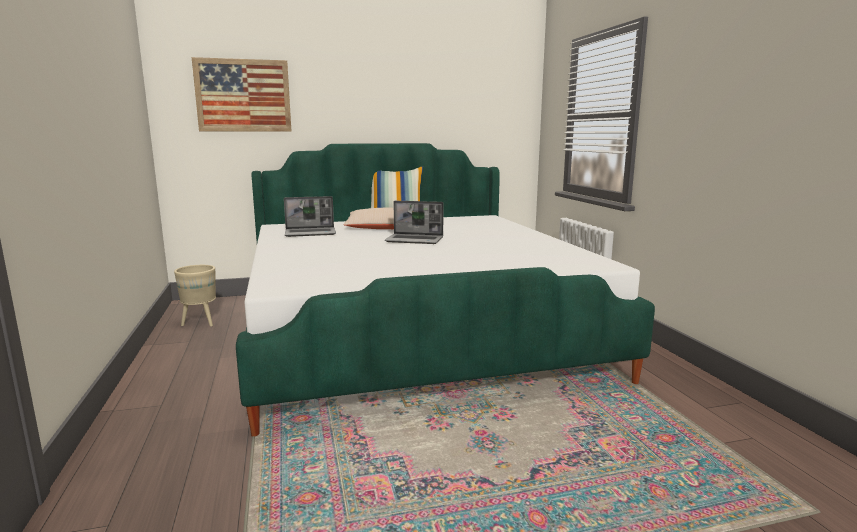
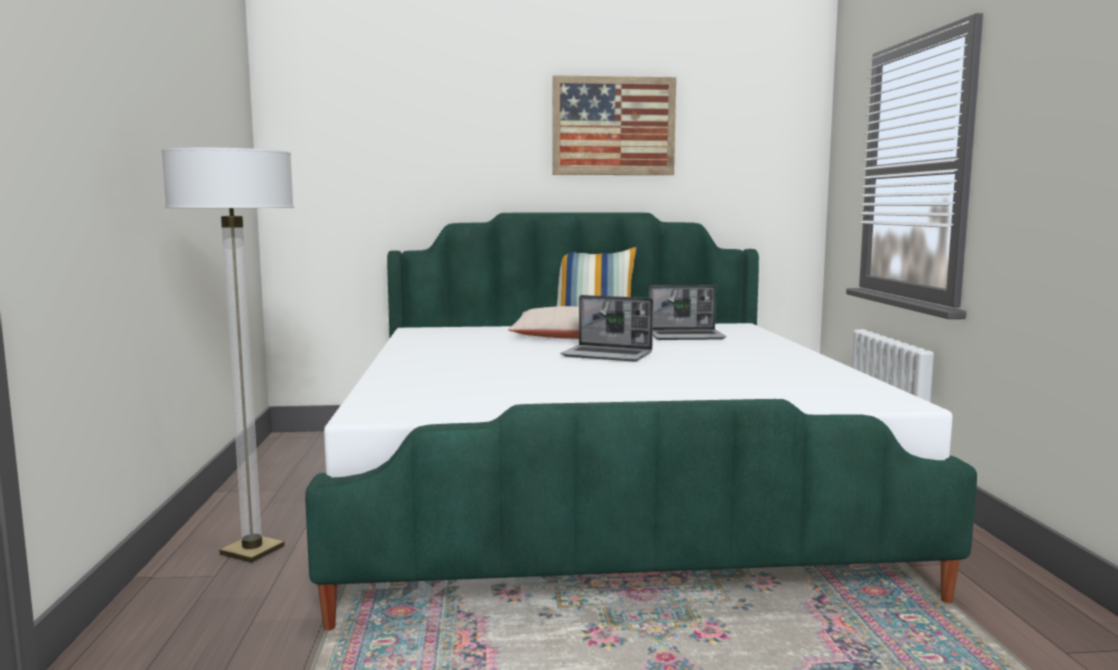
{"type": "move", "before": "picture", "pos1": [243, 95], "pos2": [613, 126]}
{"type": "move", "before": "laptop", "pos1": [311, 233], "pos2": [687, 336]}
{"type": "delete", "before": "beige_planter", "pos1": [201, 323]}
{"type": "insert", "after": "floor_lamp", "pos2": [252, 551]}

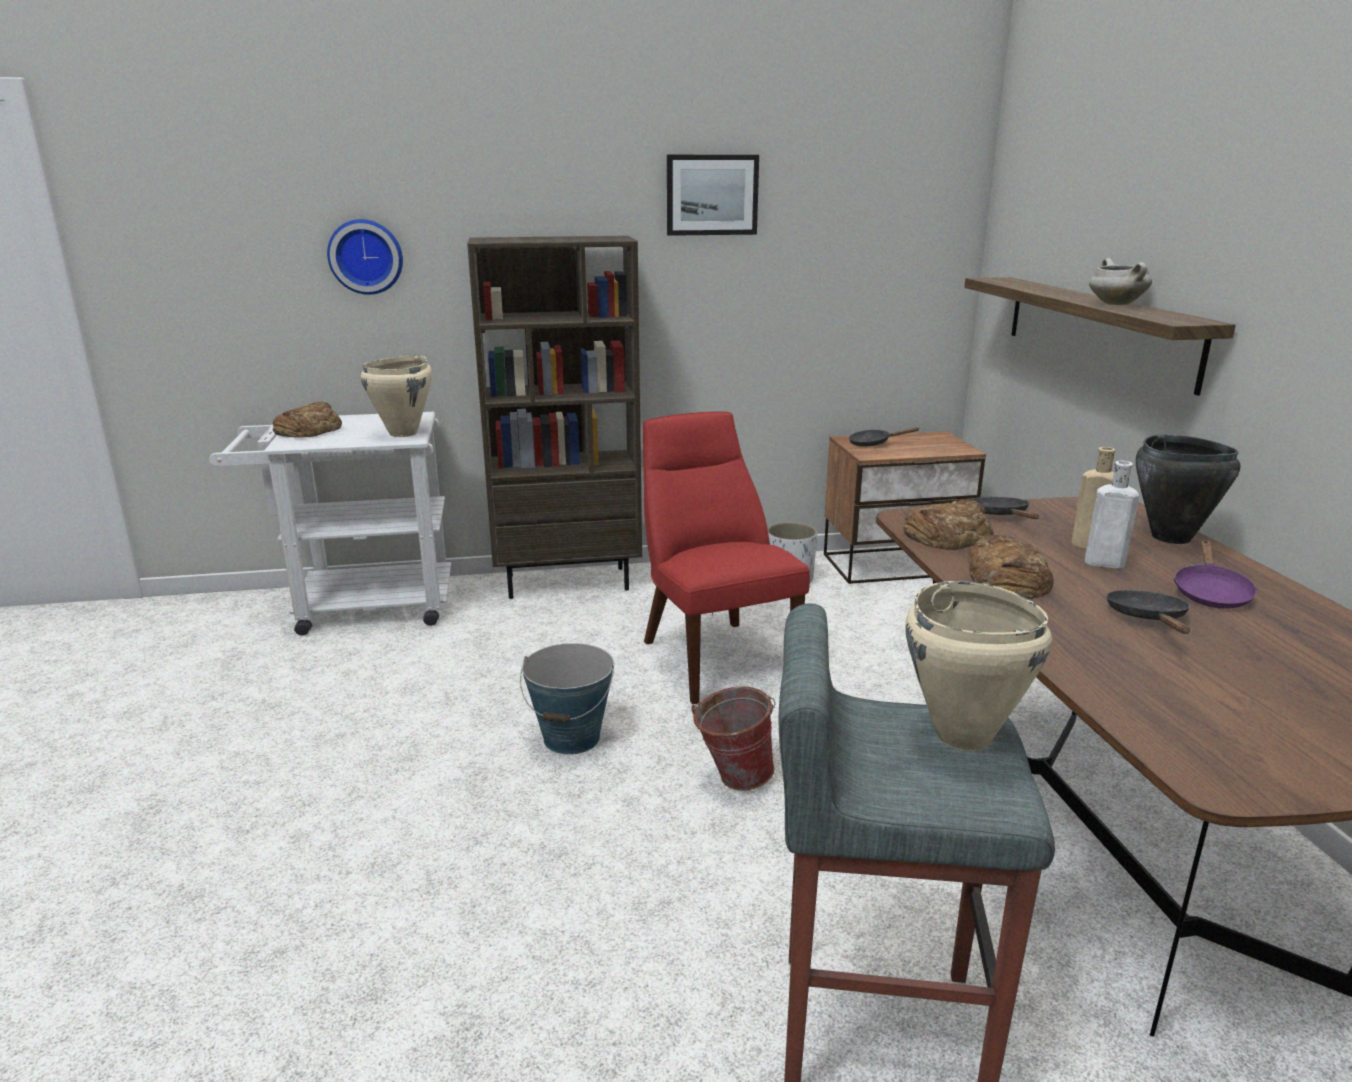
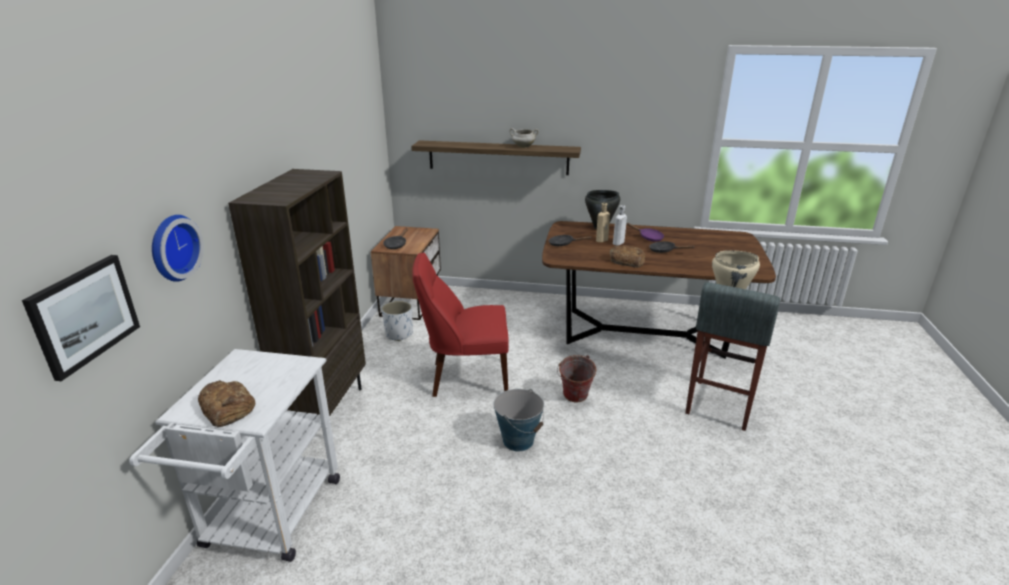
{"type": "move", "before": "picture", "pos1": [712, 195], "pos2": [84, 314]}
{"type": "delete", "before": "beige_cooking_pot", "pos1": [404, 433]}
{"type": "delete", "before": "bread", "pos1": [948, 535]}

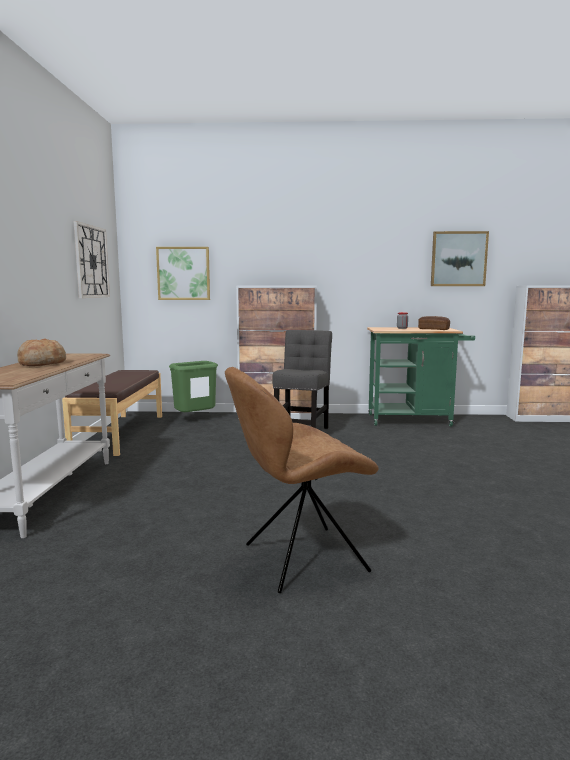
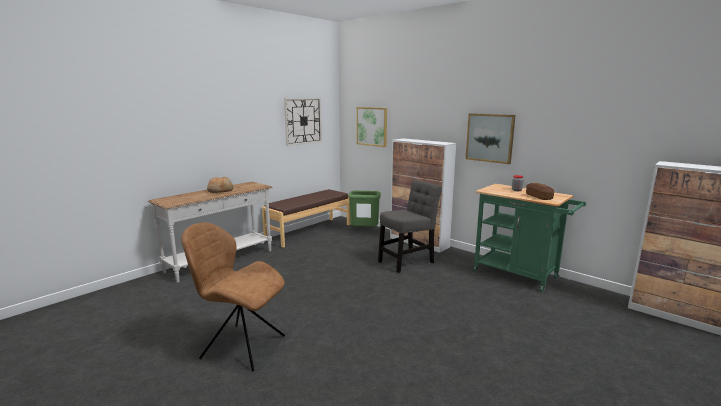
{"type": "move", "before": "picture", "pos1": [458, 259], "pos2": [490, 138]}

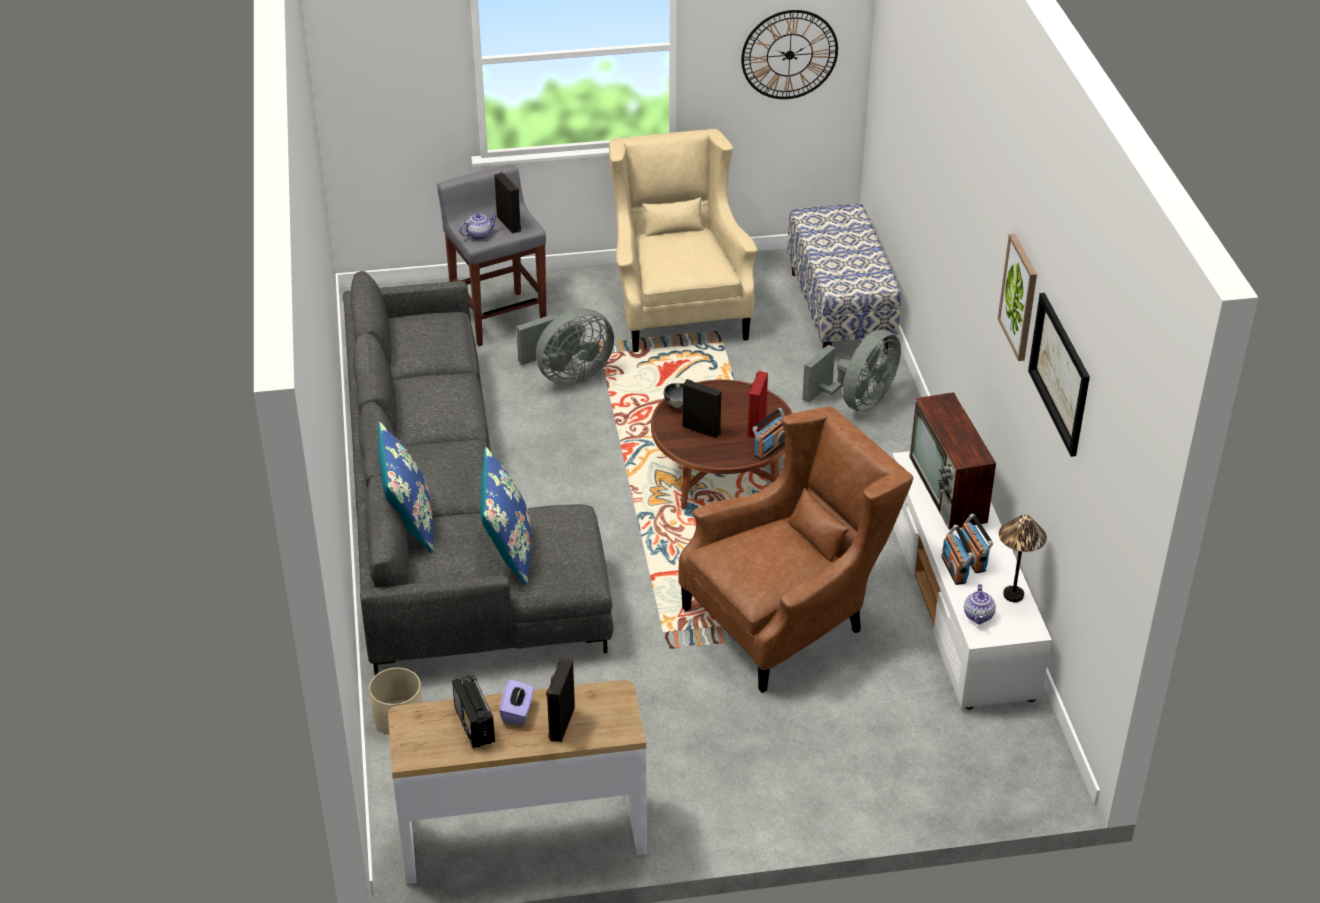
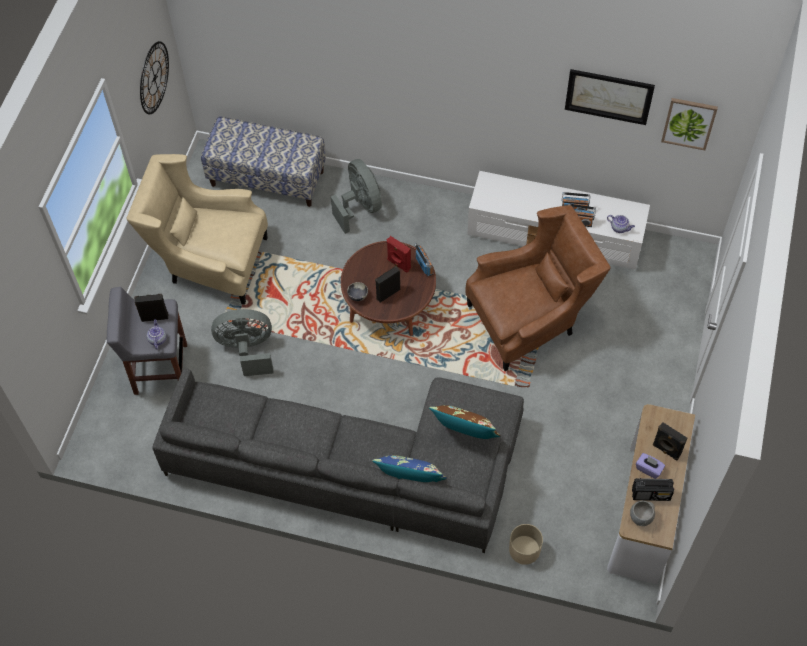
{"type": "move", "before": "picture", "pos1": [1019, 297], "pos2": [689, 123]}
{"type": "rotate", "before": "grey_fan", "pos1": [568, 375], "pos2": [247, 350], "turn": -90}
{"type": "delete", "before": "television", "pos1": [949, 490]}
{"type": "rotate", "before": "brown_armchair", "pos1": [788, 618], "pos2": [530, 319], "turn": 75}
{"type": "recolor", "before": "blue_pillow", "after": "brown_pillow", "pos1": [508, 551], "pos2": [464, 435]}
{"type": "delete", "before": "table_lamp", "pos1": [1012, 595]}
{"type": "insert", "after": "grey_bowl", "pos2": [641, 518]}

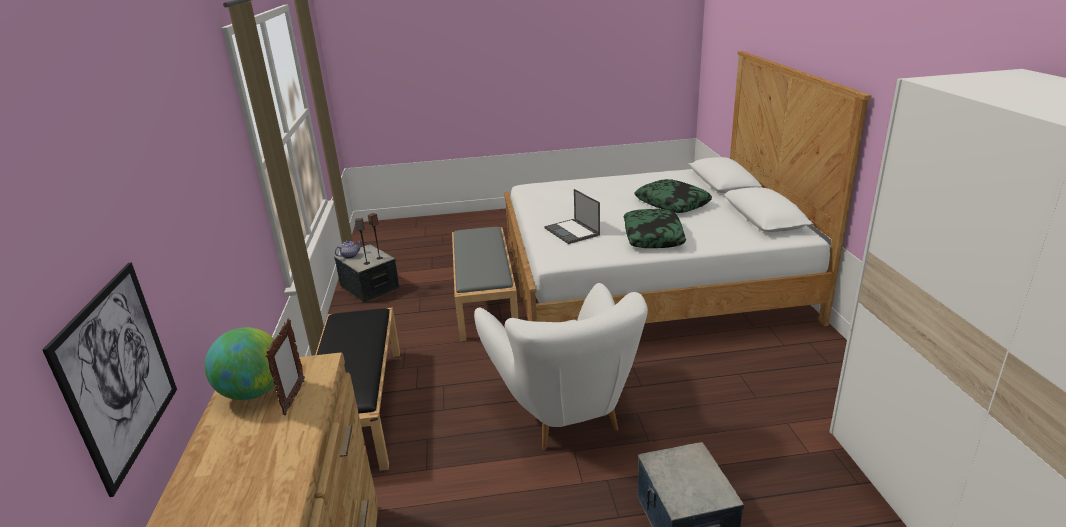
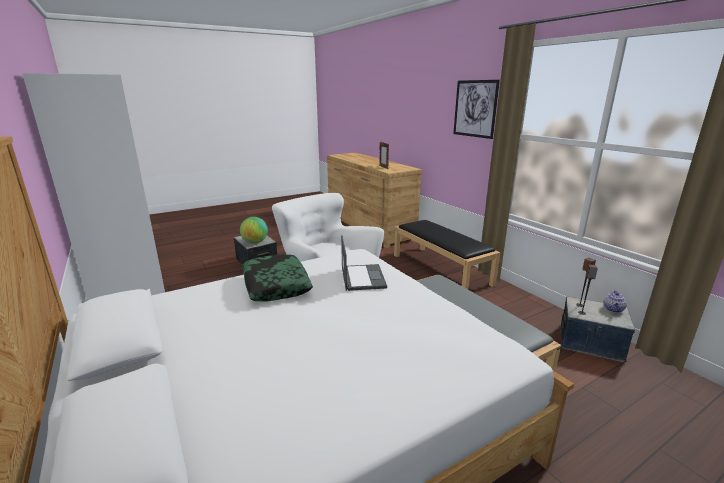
{"type": "delete", "before": "pillow", "pos1": [672, 203]}
{"type": "rotate", "before": "laptop", "pos1": [572, 232], "pos2": [362, 277], "turn": 45}
{"type": "move", "before": "picture", "pos1": [119, 373], "pos2": [475, 108]}
{"type": "move", "before": "globe", "pos1": [253, 392], "pos2": [255, 242]}

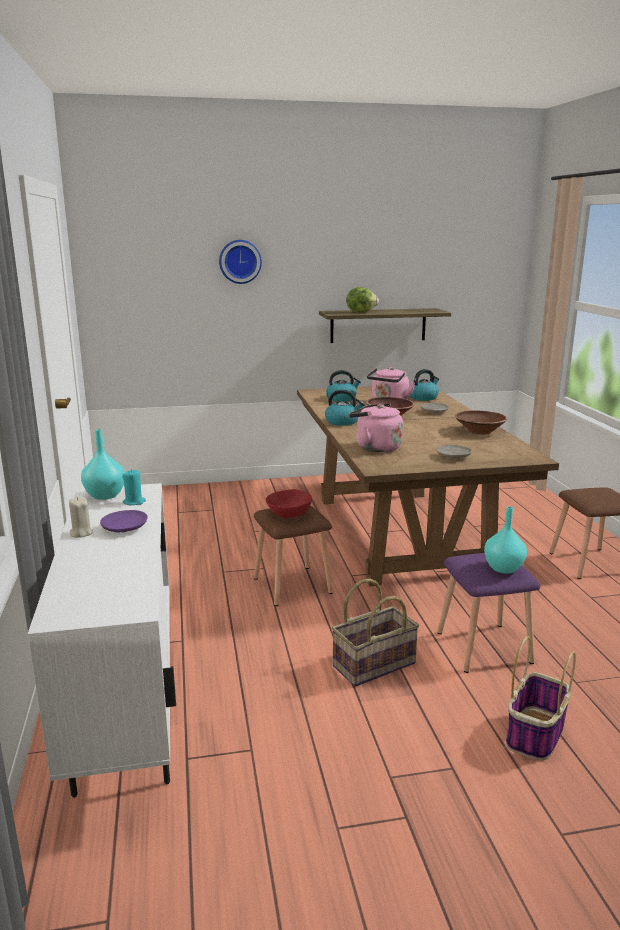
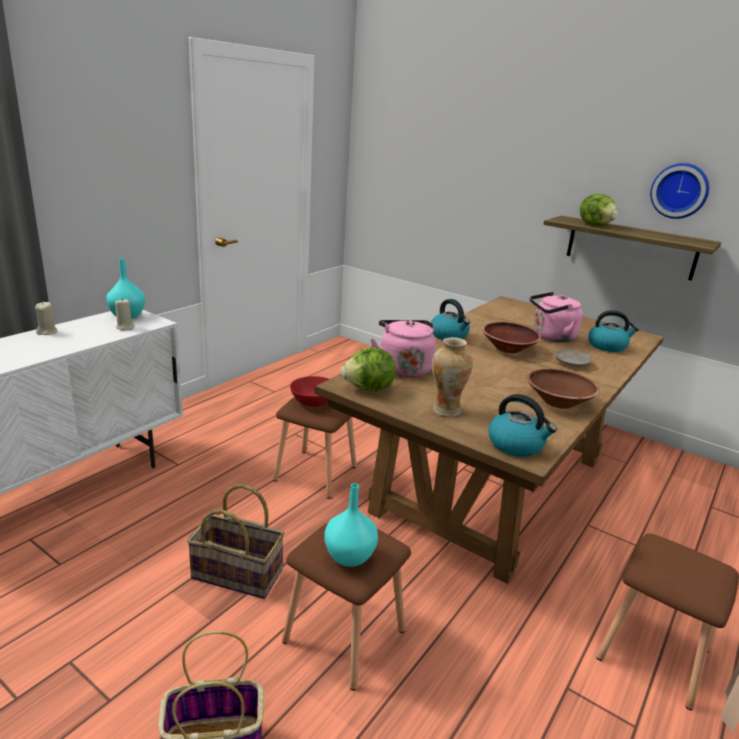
{"type": "move", "before": "wall_clock", "pos1": [240, 261], "pos2": [680, 190]}
{"type": "move", "before": "kettle", "pos1": [341, 398], "pos2": [516, 445]}
{"type": "replace", "before": "beige_plate", "after": "vase", "pos1": [453, 457], "pos2": [445, 410]}
{"type": "recolor", "before": "turquoise_candle", "after": "beige_candle", "pos1": [134, 502], "pos2": [125, 327]}
{"type": "delete", "before": "purple_plate", "pos1": [124, 528]}
{"type": "recolor", "before": "purple_stool", "after": "brown_stool", "pos1": [482, 648], "pos2": [342, 635]}
{"type": "insert", "after": "lettuce", "pos2": [369, 389]}

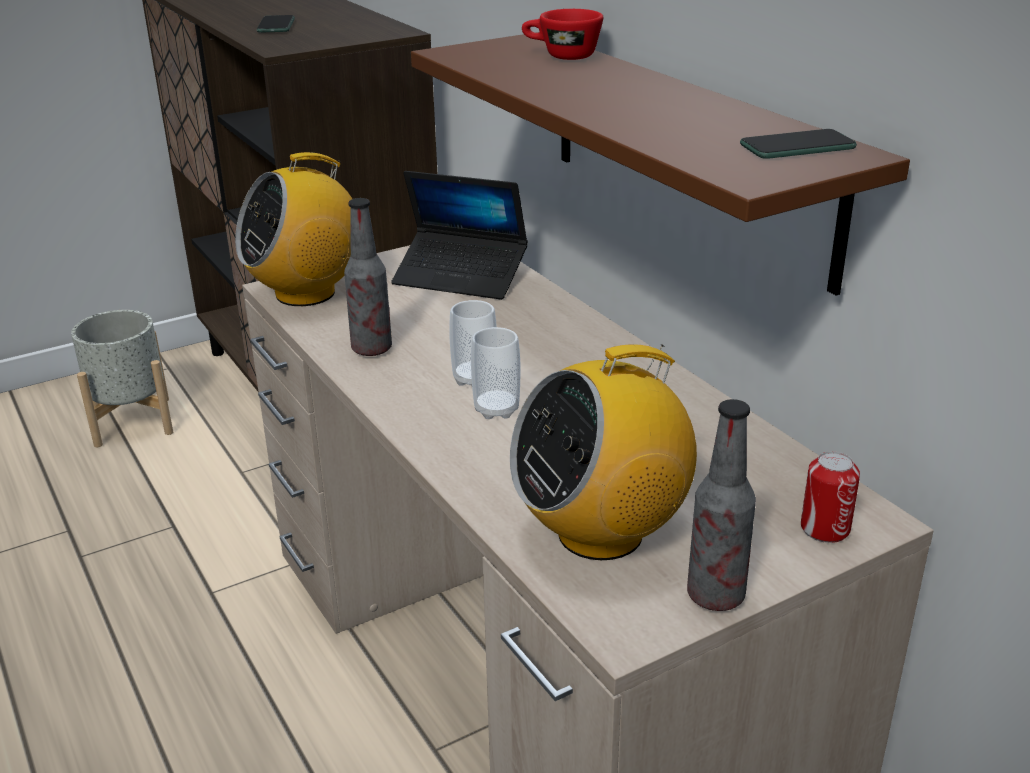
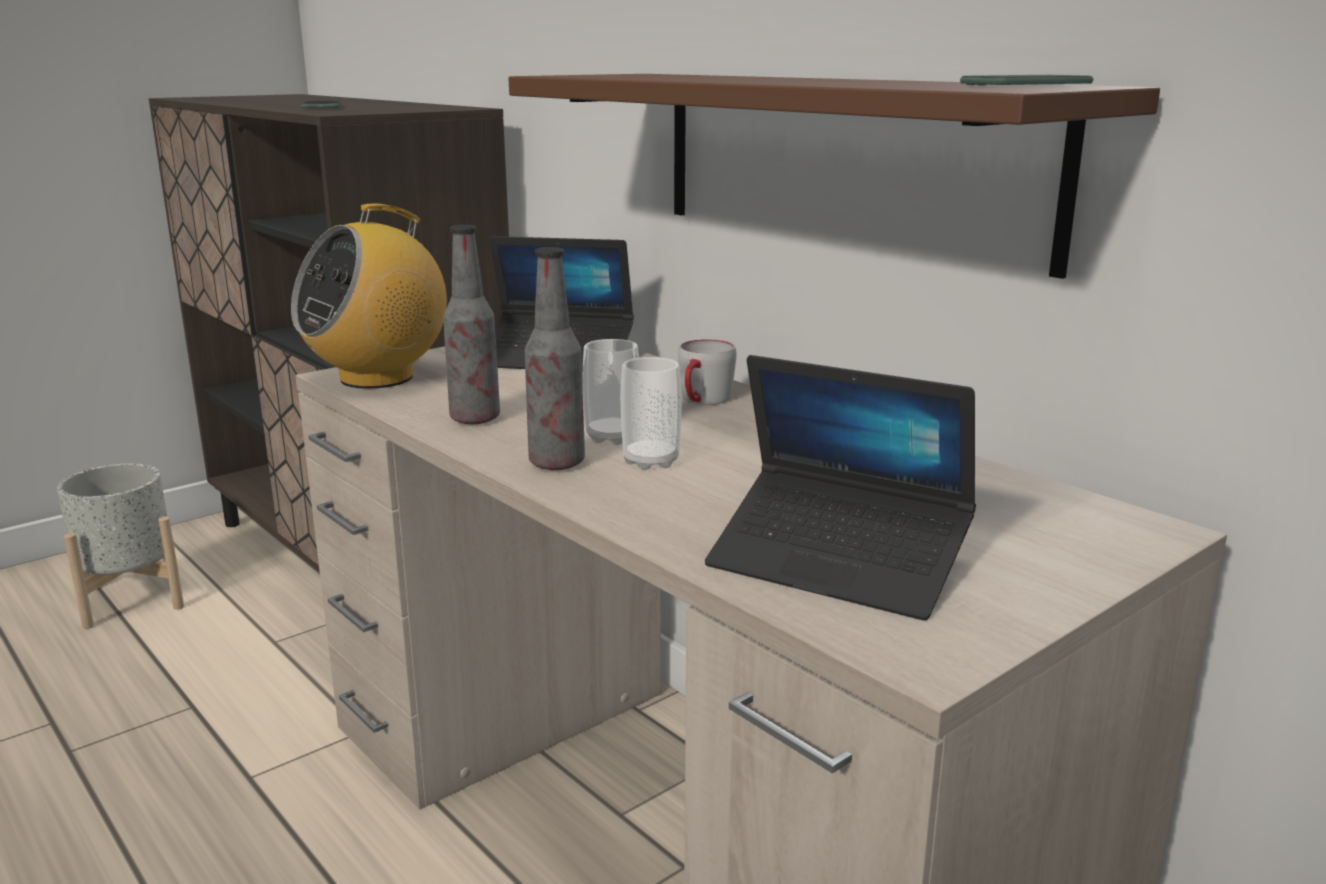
{"type": "delete", "before": "red_cup", "pos1": [561, 56]}
{"type": "replace", "before": "radio", "after": "laptop", "pos1": [601, 533], "pos2": [838, 563]}
{"type": "move", "before": "bottle", "pos1": [715, 596], "pos2": [557, 463]}
{"type": "delete", "before": "can", "pos1": [825, 528]}
{"type": "insert", "after": "grey_mug", "pos2": [702, 401]}

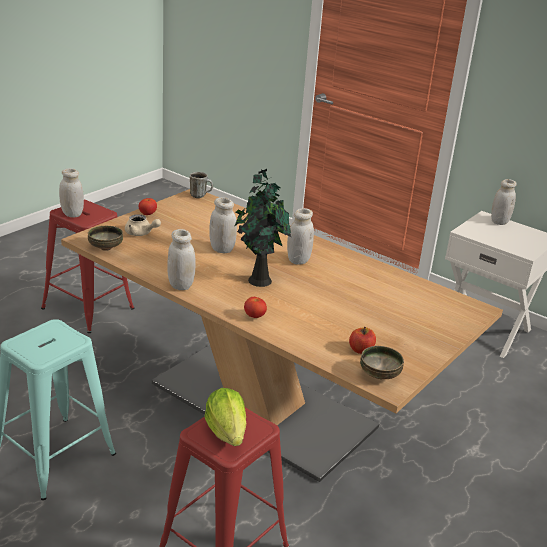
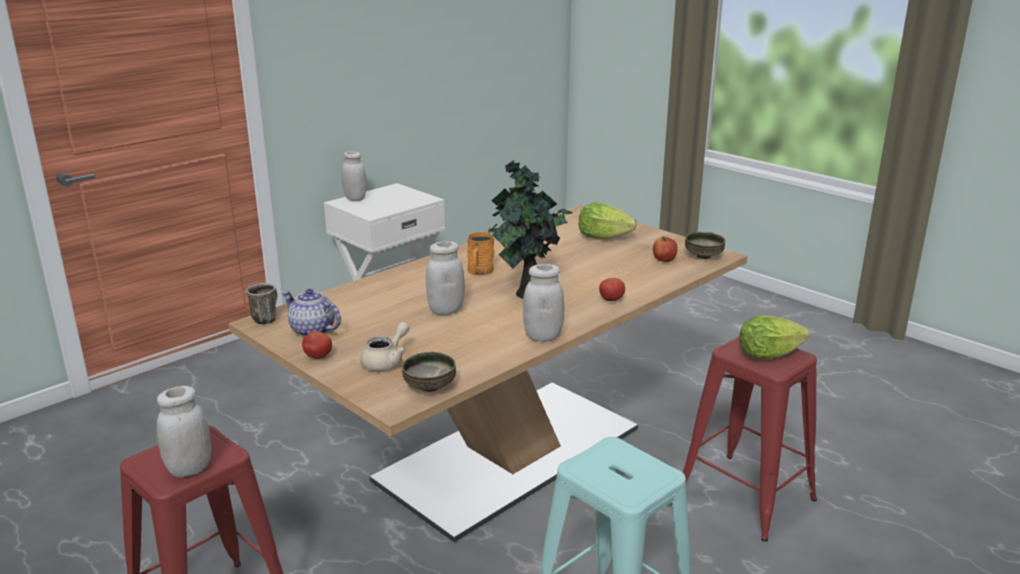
{"type": "replace", "before": "white_jar", "after": "orange_mug", "pos1": [298, 260], "pos2": [479, 272]}
{"type": "insert", "after": "lettuce", "pos2": [603, 237]}
{"type": "insert", "after": "teapot", "pos2": [312, 330]}

